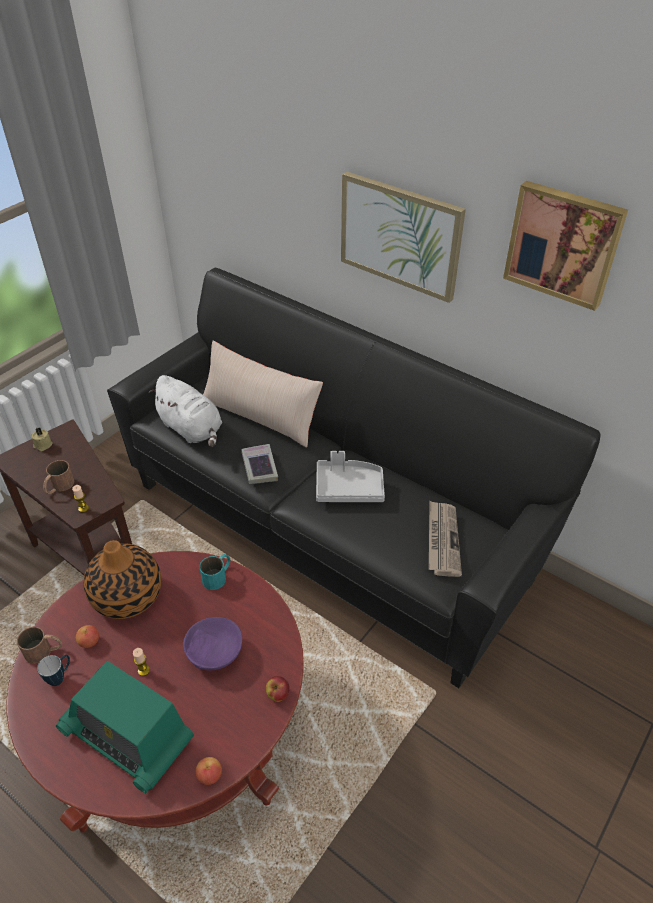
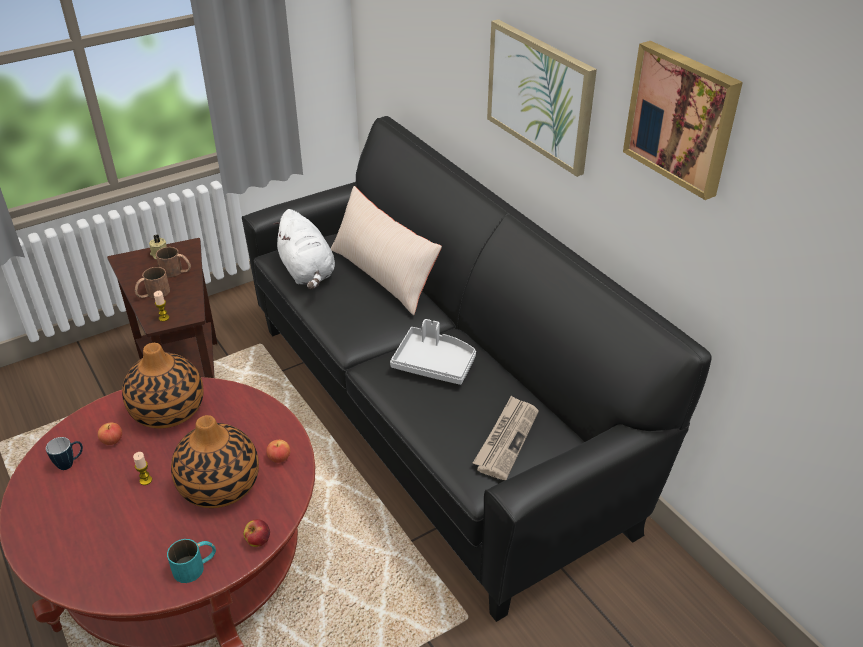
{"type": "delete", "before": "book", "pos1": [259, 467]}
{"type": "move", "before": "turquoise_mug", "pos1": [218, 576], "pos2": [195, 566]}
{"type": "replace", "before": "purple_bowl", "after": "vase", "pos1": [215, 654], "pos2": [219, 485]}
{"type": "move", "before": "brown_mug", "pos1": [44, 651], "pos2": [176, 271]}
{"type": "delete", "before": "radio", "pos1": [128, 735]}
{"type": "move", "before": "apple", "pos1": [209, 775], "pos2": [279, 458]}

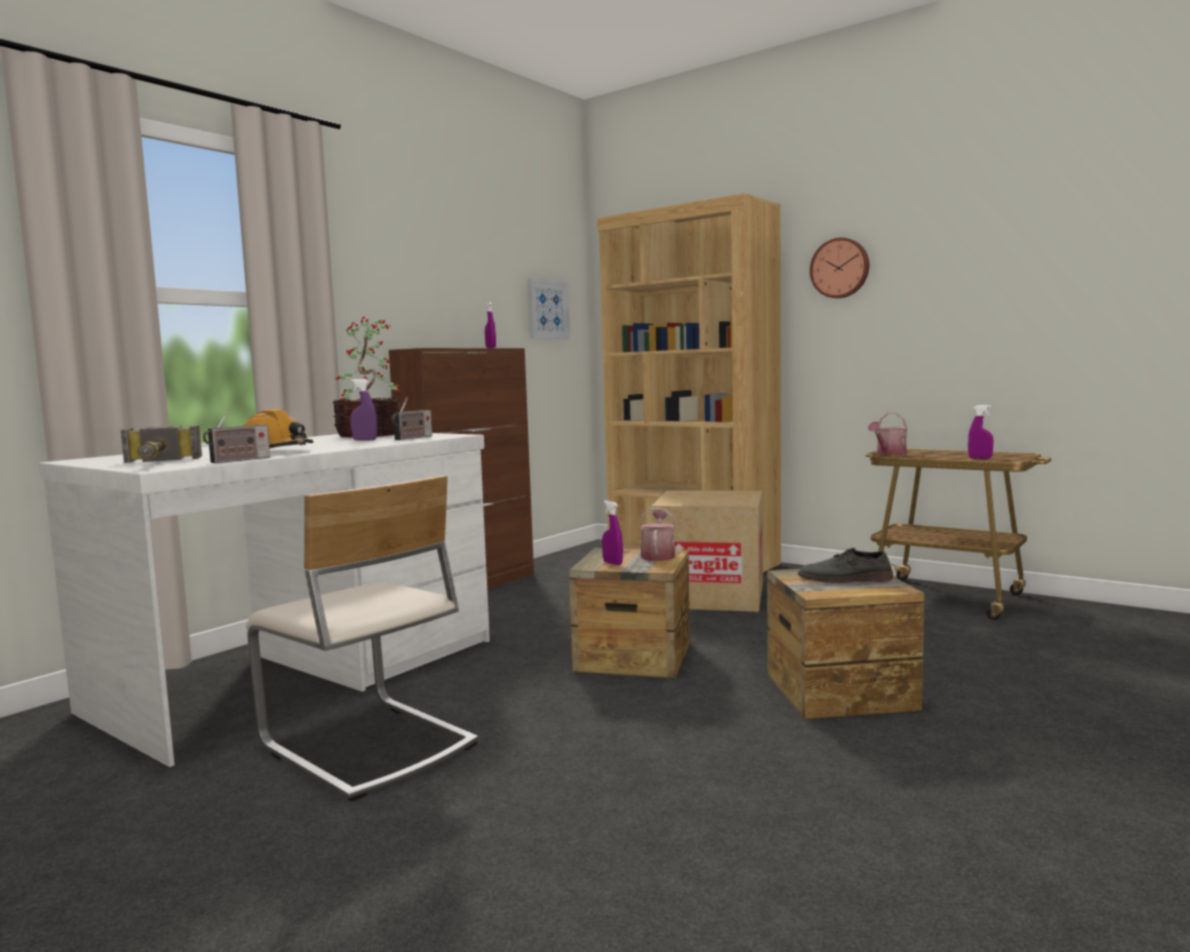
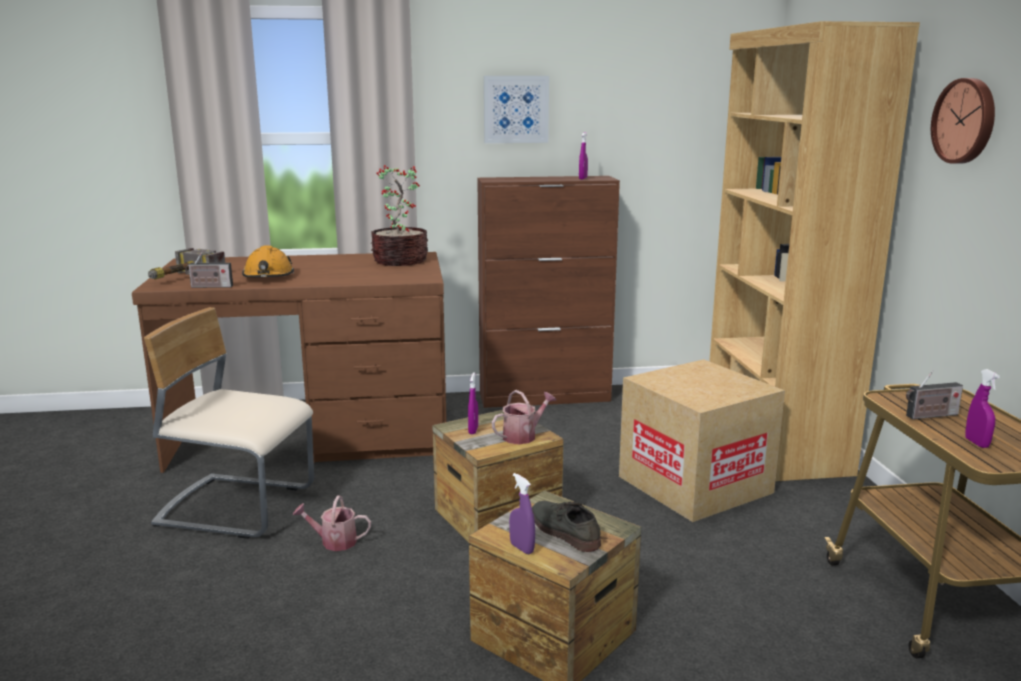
{"type": "move", "before": "picture", "pos1": [547, 309], "pos2": [516, 109]}
{"type": "move", "before": "purple_spray_bottle", "pos1": [364, 440], "pos2": [522, 548]}
{"type": "move", "before": "radio", "pos1": [412, 438], "pos2": [930, 416]}
{"type": "move", "before": "watering_can", "pos1": [889, 453], "pos2": [334, 541]}
{"type": "recolor", "before": "white_desk", "after": "brown_desk", "pos1": [303, 674], "pos2": [314, 436]}
{"type": "rotate", "before": "beige_chair", "pos1": [366, 747], "pos2": [237, 507], "turn": 105}

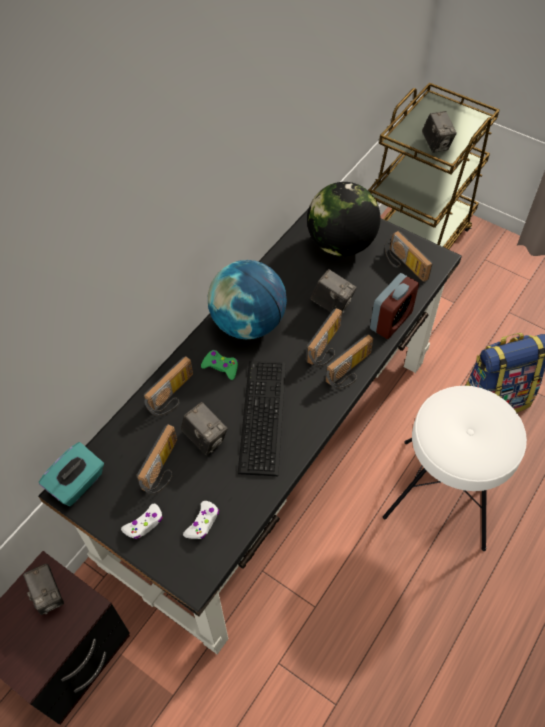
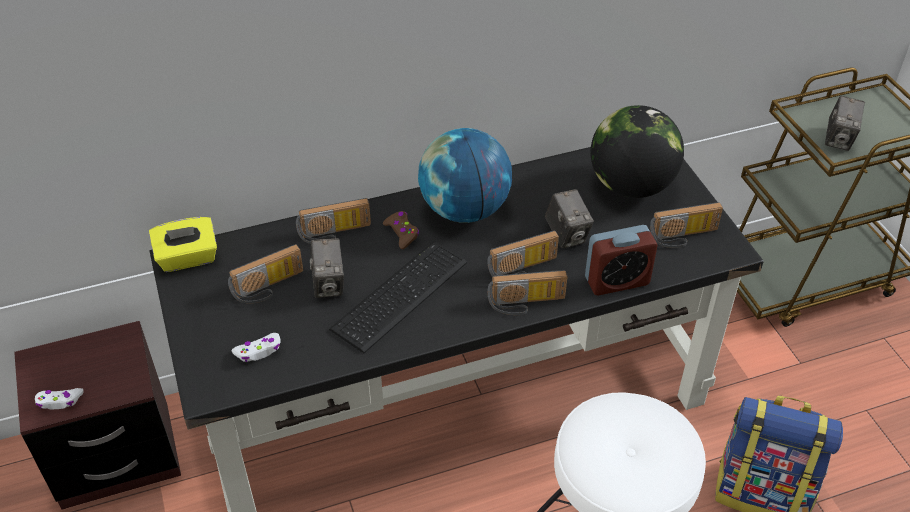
{"type": "rotate", "before": "radio", "pos1": [403, 265], "pos2": [683, 237], "turn": -105}
{"type": "recolor", "before": "green_game_controller", "after": "brown_game_controller", "pos1": [221, 367], "pos2": [402, 233]}
{"type": "recolor", "before": "turquoise_tissue_box", "after": "yellow_tissue_box", "pos1": [77, 483], "pos2": [188, 258]}
{"type": "move", "before": "white_game_controller", "pos1": [144, 524], "pos2": [59, 401]}
{"type": "delete", "before": "photo_camera", "pos1": [49, 595]}

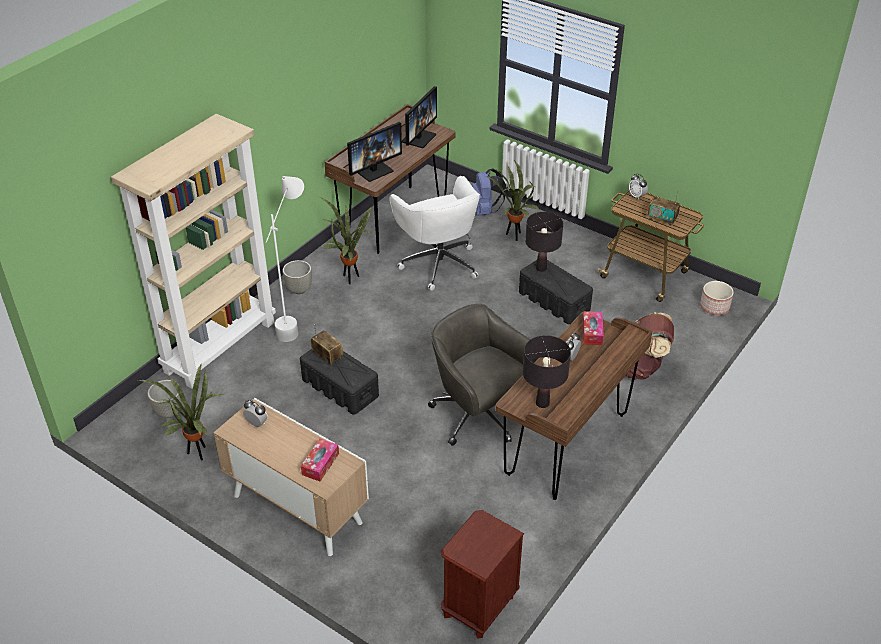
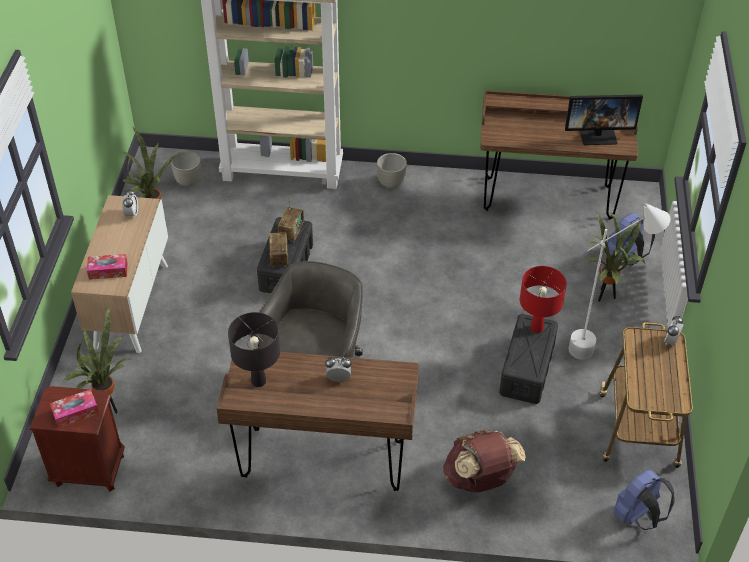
{"type": "delete", "before": "monitor", "pos1": [374, 170]}
{"type": "move", "before": "white_floor_lamp", "pos1": [295, 322], "pos2": [602, 347]}
{"type": "delete", "before": "white_office_chair", "pos1": [438, 263]}
{"type": "move", "before": "radio", "pos1": [661, 219], "pos2": [279, 257]}
{"type": "move", "before": "potted_plant", "pos1": [350, 278], "pos2": [110, 407]}
{"type": "recolor", "before": "black_table_lamp", "after": "red_table_lamp", "pos1": [541, 268], "pos2": [536, 328]}
{"type": "replace", "before": "planter", "after": "blue_backpack", "pos1": [715, 307], "pos2": [638, 516]}
{"type": "move", "before": "tissue_box", "pos1": [592, 332], "pos2": [75, 412]}

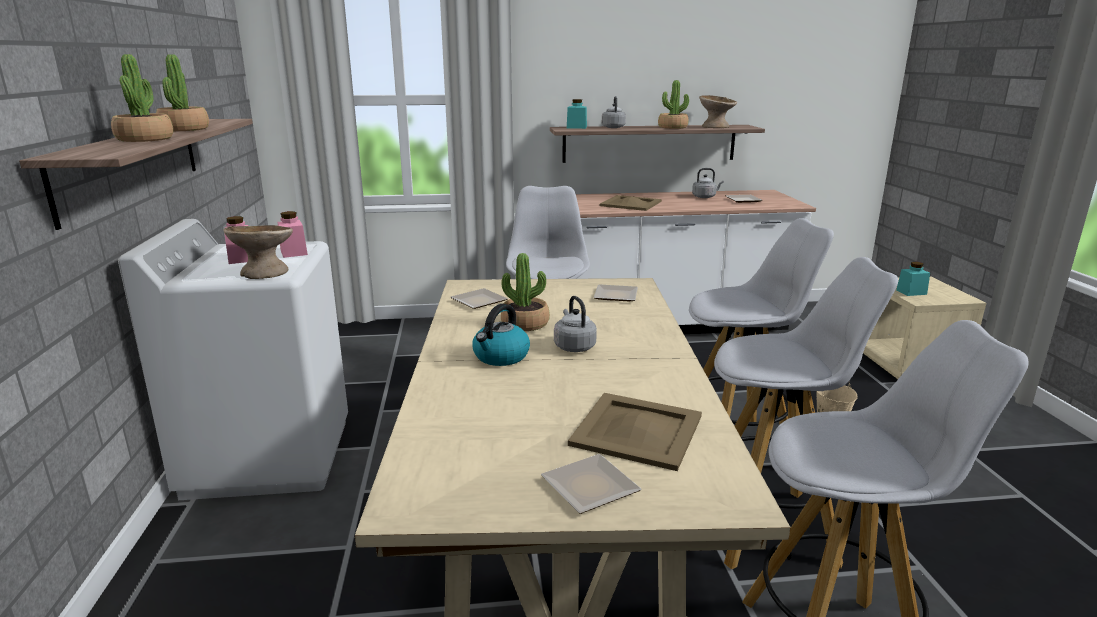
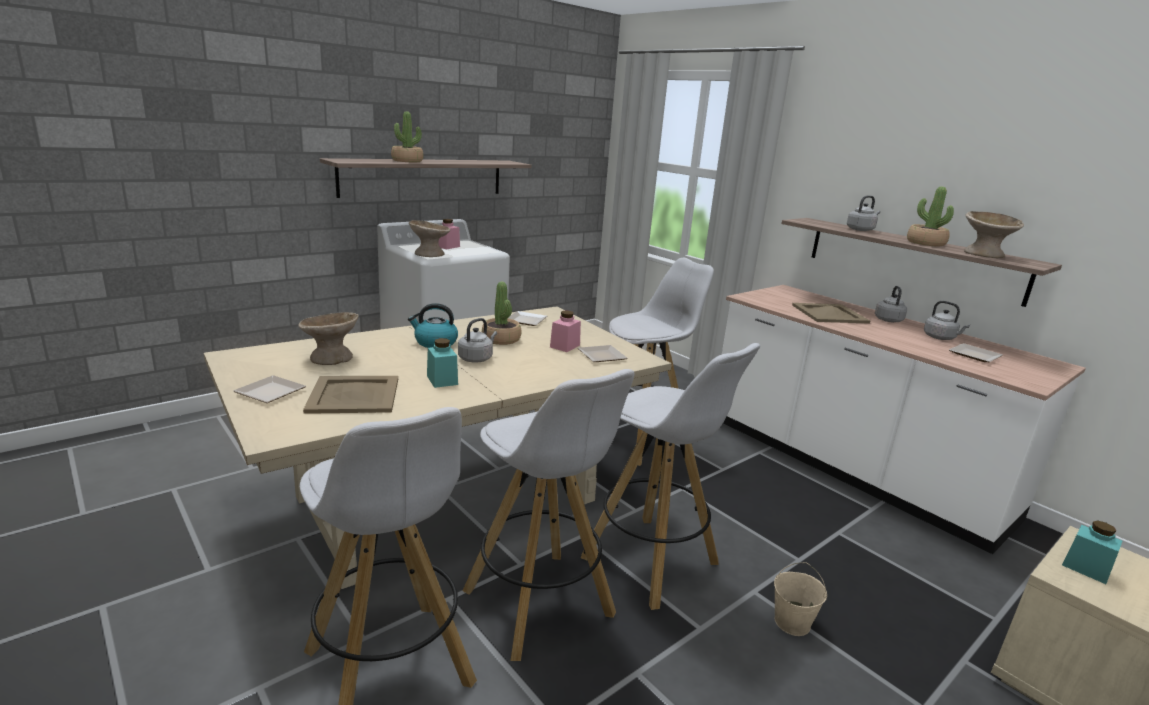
{"type": "delete", "before": "potted_plant", "pos1": [184, 129]}
{"type": "move", "before": "turquoise_jar", "pos1": [576, 127], "pos2": [442, 380]}
{"type": "move", "before": "pink_jar", "pos1": [294, 252], "pos2": [565, 346]}
{"type": "insert", "after": "grey_kettle", "pos2": [888, 319]}
{"type": "insert", "after": "beige_bowl", "pos2": [331, 358]}

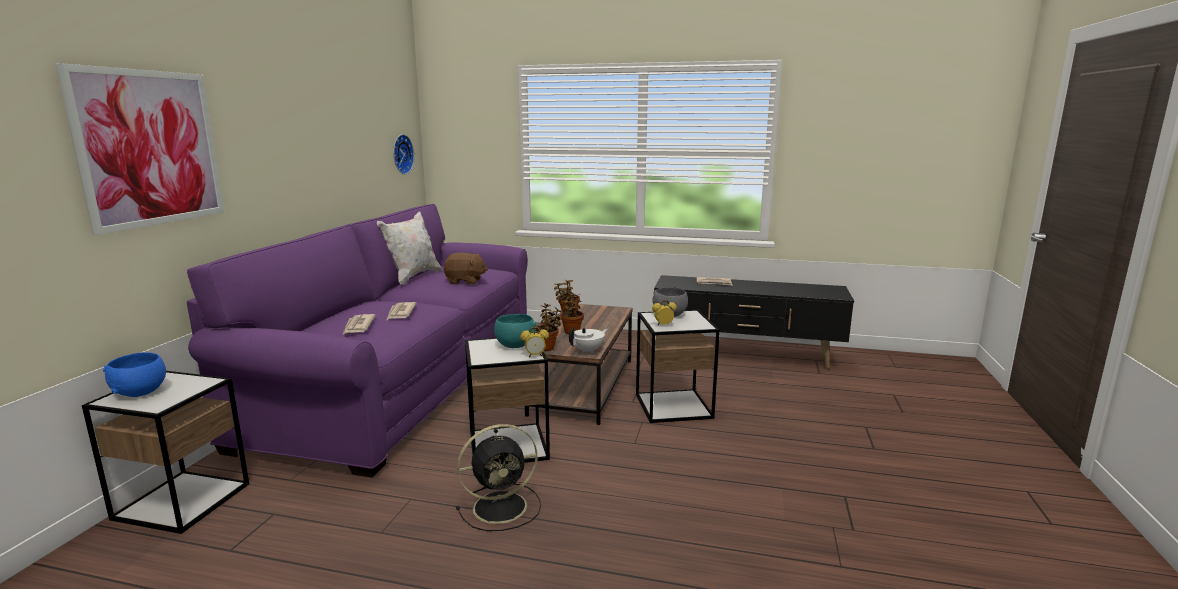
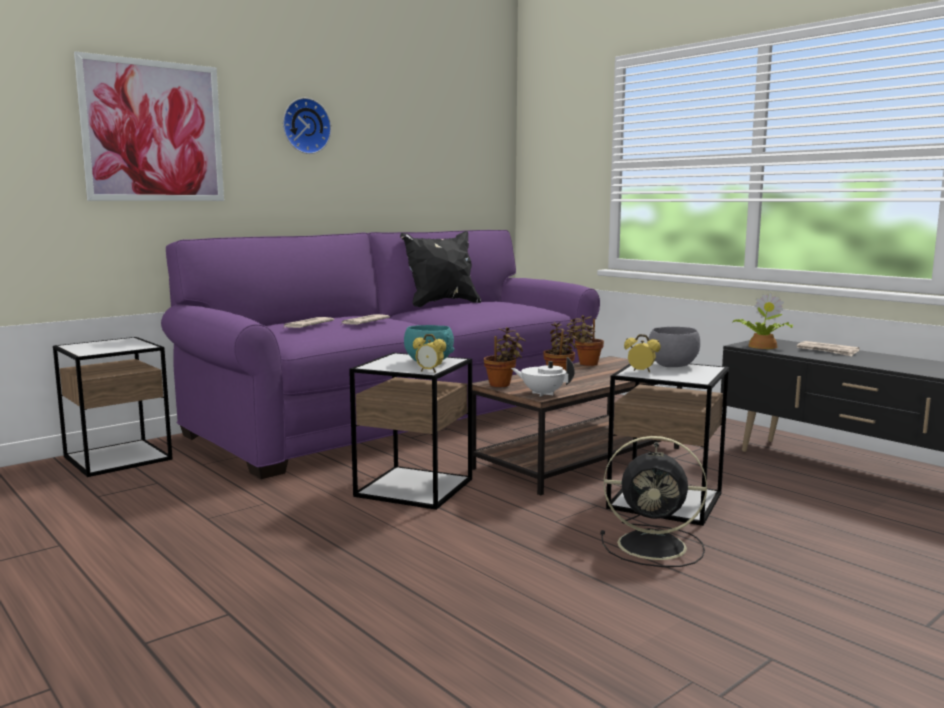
{"type": "move", "before": "wall_clock", "pos1": [400, 154], "pos2": [305, 126]}
{"type": "recolor", "before": "white_pillow", "after": "black_pillow", "pos1": [413, 277], "pos2": [441, 304]}
{"type": "delete", "before": "brown_plush_toy", "pos1": [465, 281]}
{"type": "rotate", "before": "white_teapot", "pos1": [588, 351], "pos2": [542, 394], "turn": -150}
{"type": "delete", "before": "blue_bowl", "pos1": [141, 392]}
{"type": "move", "before": "black_fan", "pos1": [502, 506], "pos2": [655, 546]}
{"type": "insert", "after": "potted_plant", "pos2": [761, 346]}

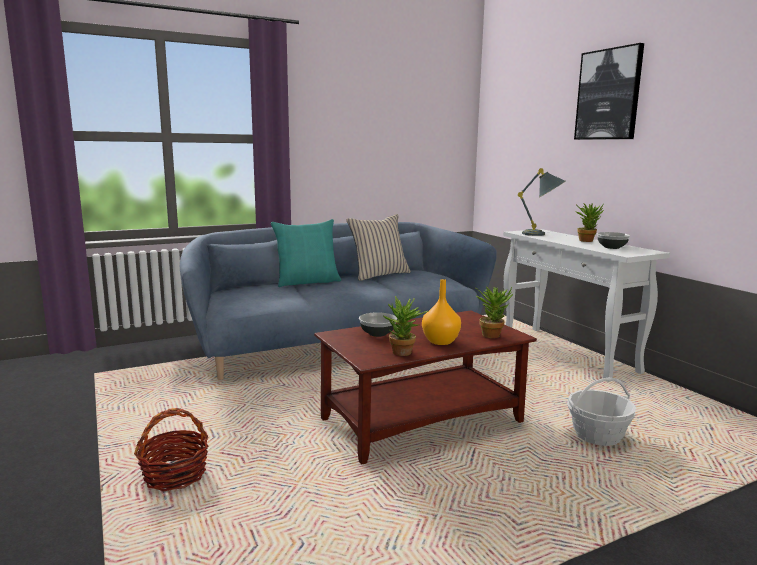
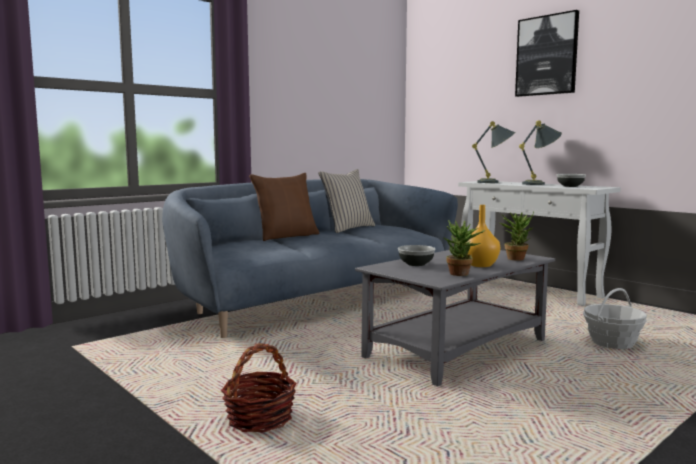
{"type": "replace", "before": "potted_plant", "after": "grey_table_lamp", "pos1": [587, 240], "pos2": [540, 184]}
{"type": "recolor", "before": "turquoise_pillow", "after": "brown_pillow", "pos1": [307, 282], "pos2": [286, 236]}
{"type": "recolor", "before": "brown_coffee_table", "after": "grey_coffee_table", "pos1": [423, 420], "pos2": [457, 348]}

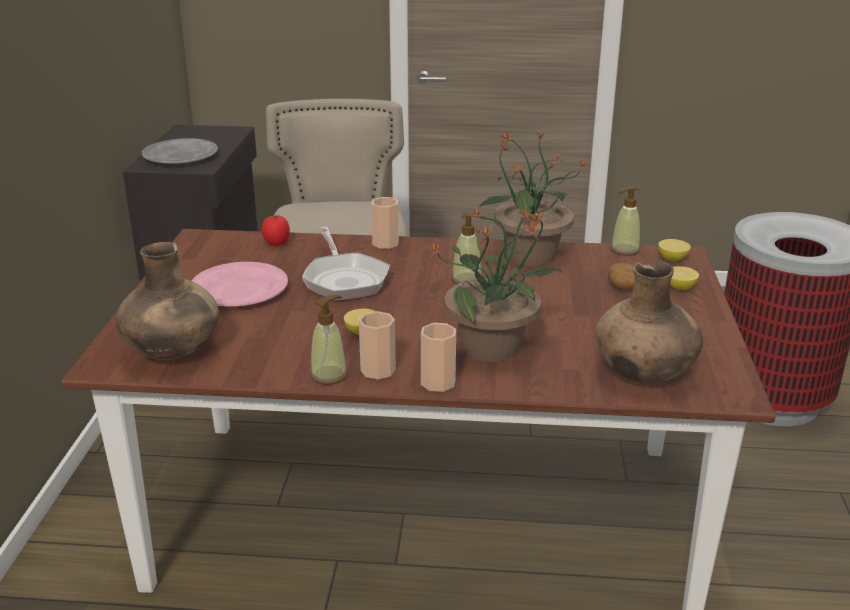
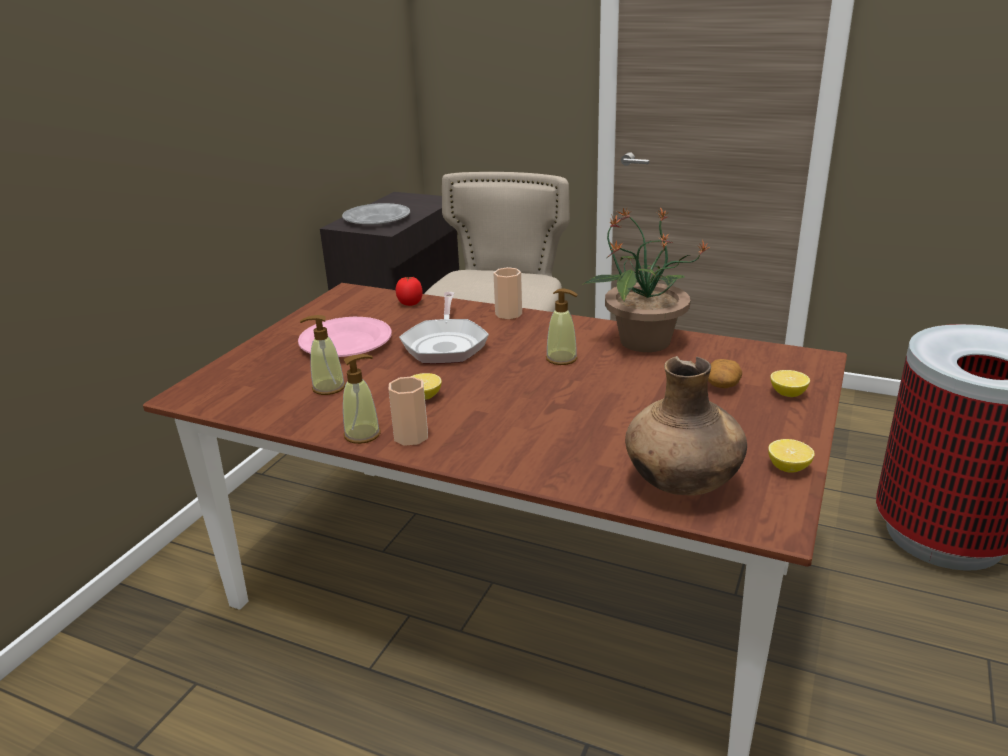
{"type": "move", "before": "soap_dispenser", "pos1": [624, 250], "pos2": [328, 388]}
{"type": "delete", "before": "potted_plant", "pos1": [493, 347]}
{"type": "move", "before": "lemon", "pos1": [672, 258], "pos2": [788, 468]}
{"type": "delete", "before": "brown_vase", "pos1": [173, 353]}
{"type": "delete", "before": "cup", "pos1": [438, 382]}

